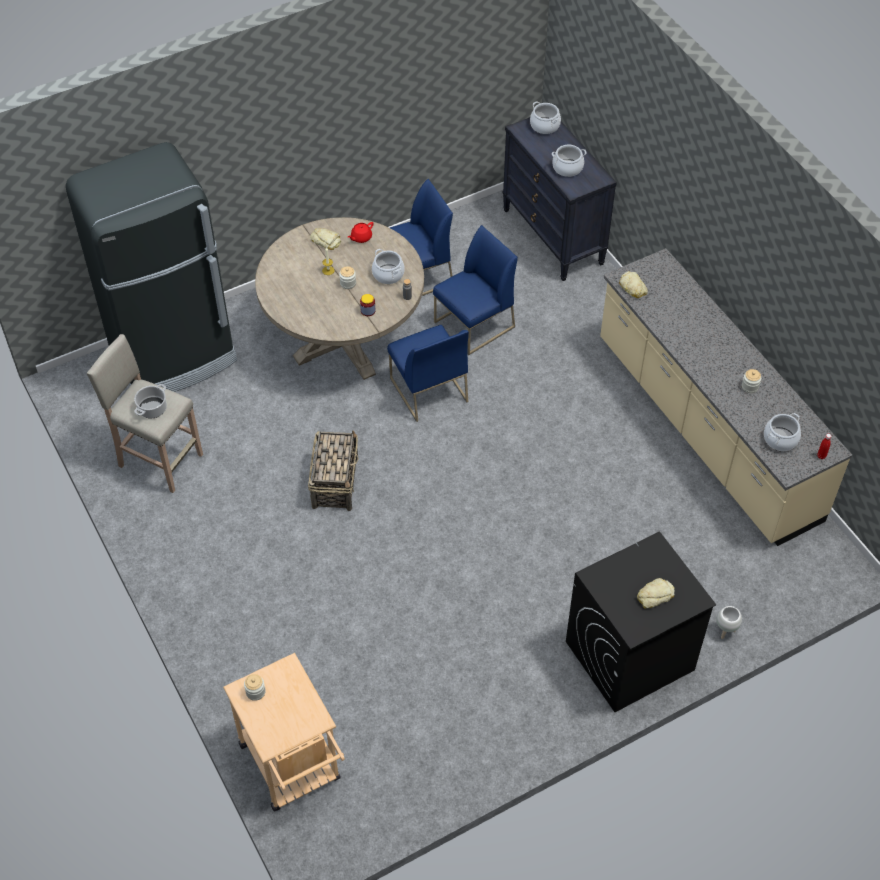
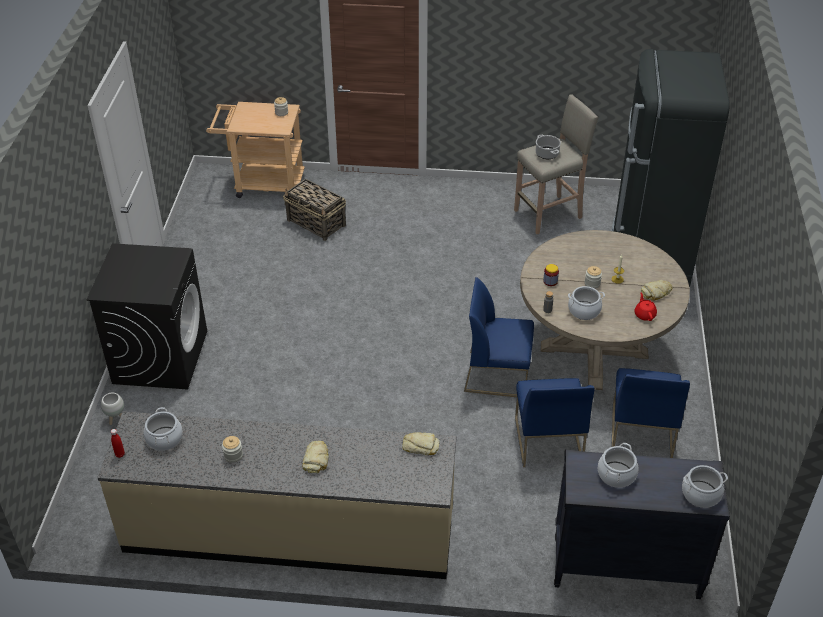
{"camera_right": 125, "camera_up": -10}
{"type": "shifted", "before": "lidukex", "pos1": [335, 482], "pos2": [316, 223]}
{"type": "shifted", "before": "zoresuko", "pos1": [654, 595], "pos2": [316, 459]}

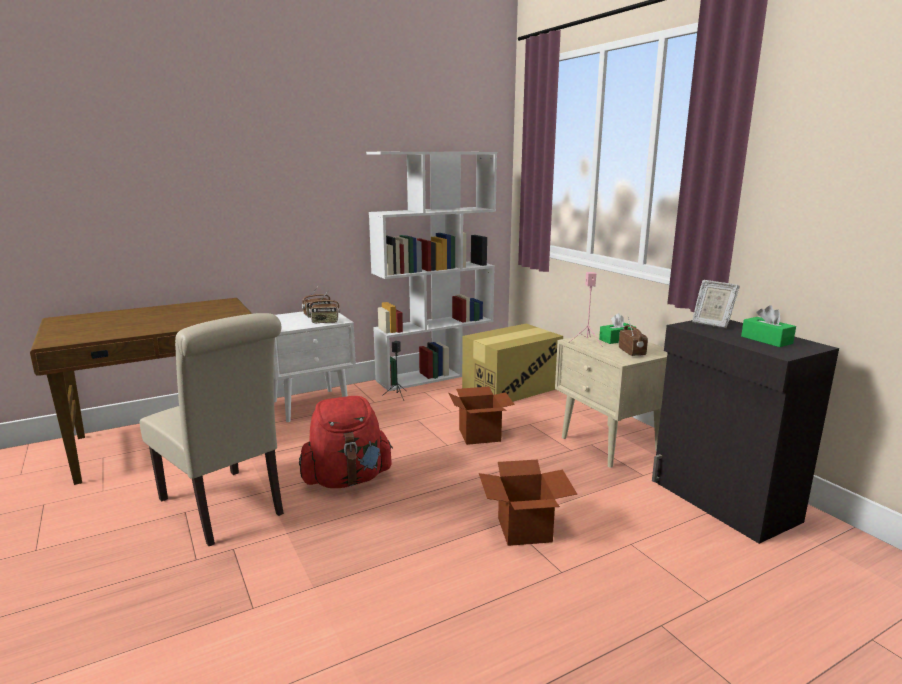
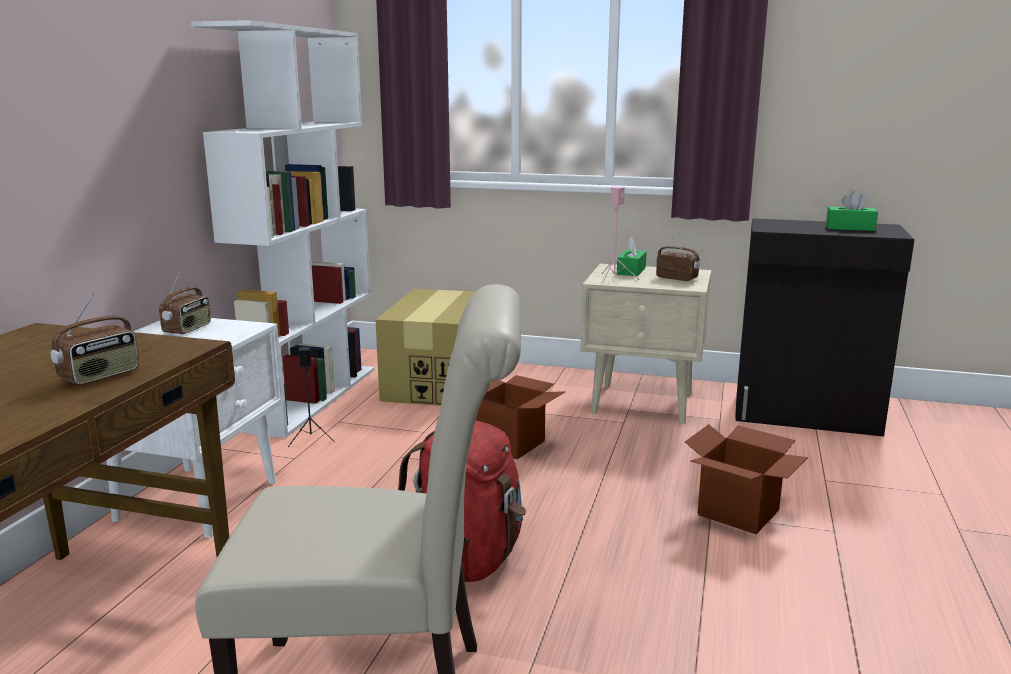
{"camera_right": -45, "camera_up": 0}
{"type": "shifted", "before": "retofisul", "pos1": [325, 322], "pos2": [100, 376]}
{"type": "gone", "before": "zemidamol", "pos1": [711, 323]}

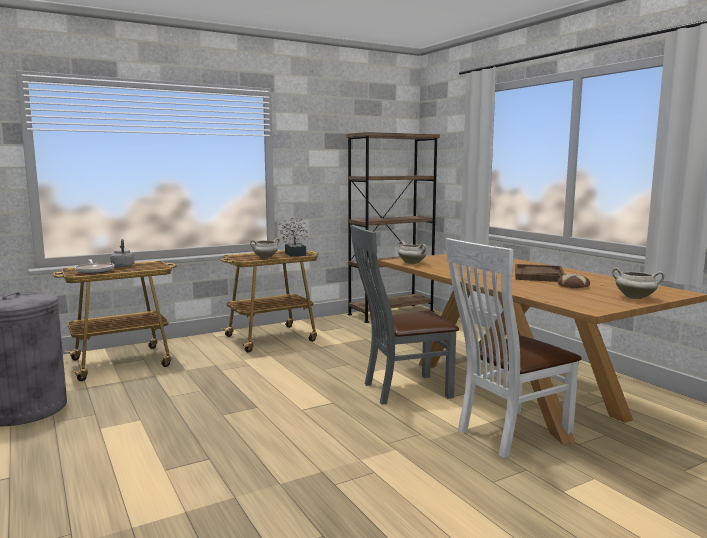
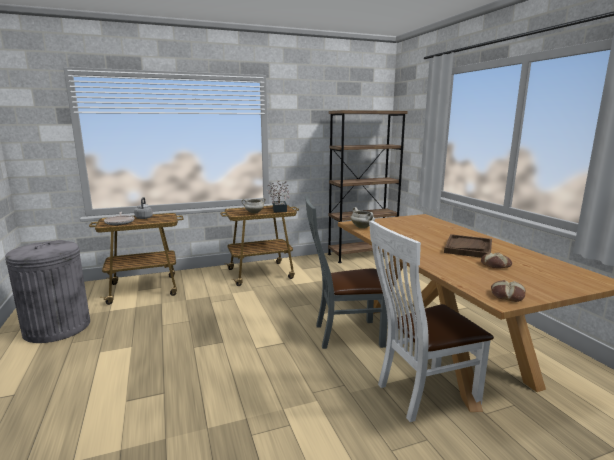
{"camera_right": 10, "camera_up": 5}
{"type": "gone", "before": "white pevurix", "pos1": [635, 298]}
{"type": "new", "after": "zoresuko", "pos2": [507, 295]}

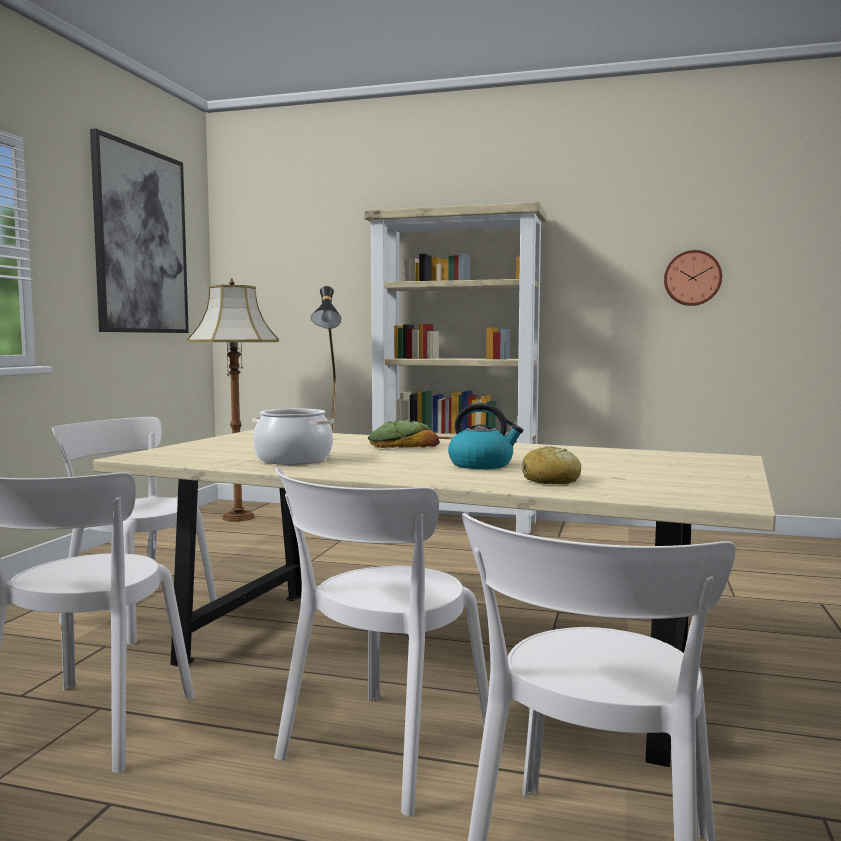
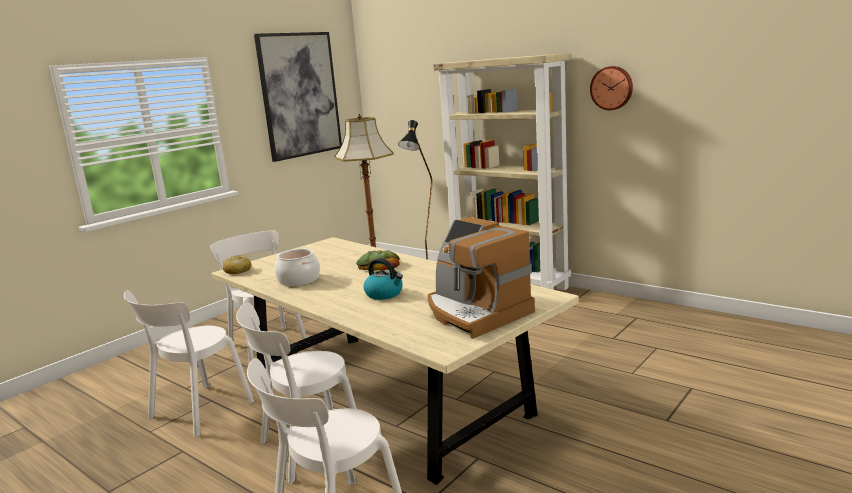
{"camera_right": 25, "camera_up": 10}
{"type": "shifted", "before": "zoresuko", "pos1": [551, 480], "pos2": [237, 271]}
{"type": "shifted", "before": "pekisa", "pos1": [692, 278], "pos2": [612, 88]}
{"type": "new", "after": "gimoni", "pos2": [475, 313]}

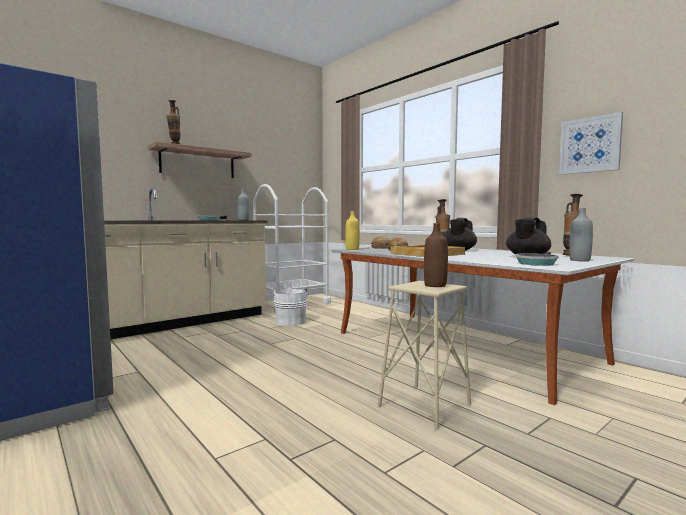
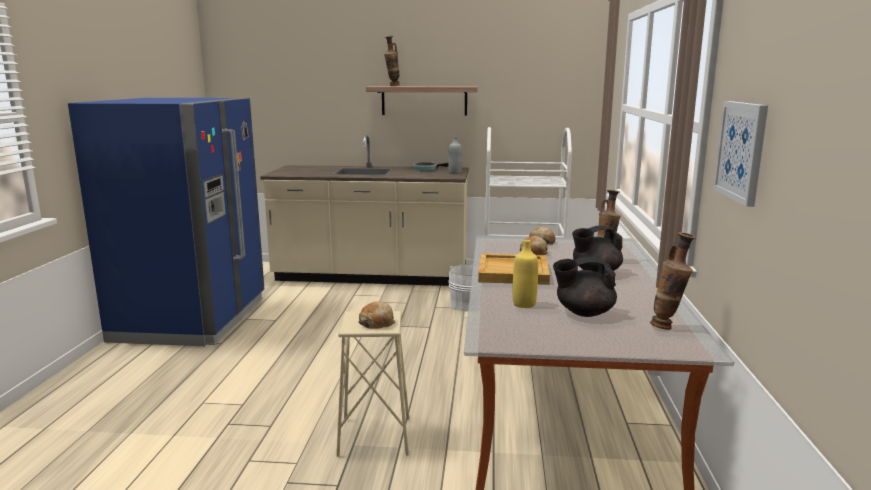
{"camera_right": 45, "camera_up": 10}
{"type": "shifted", "before": "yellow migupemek", "pos1": [352, 249], "pos2": [524, 304]}
{"type": "swapped", "before": "brown migupemek", "after": "zoresuko", "pos1": [435, 285], "pos2": [377, 323]}
{"type": "gone", "before": "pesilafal", "pos1": [536, 263]}
{"type": "gone", "before": "grey migupemek", "pos1": [579, 260]}

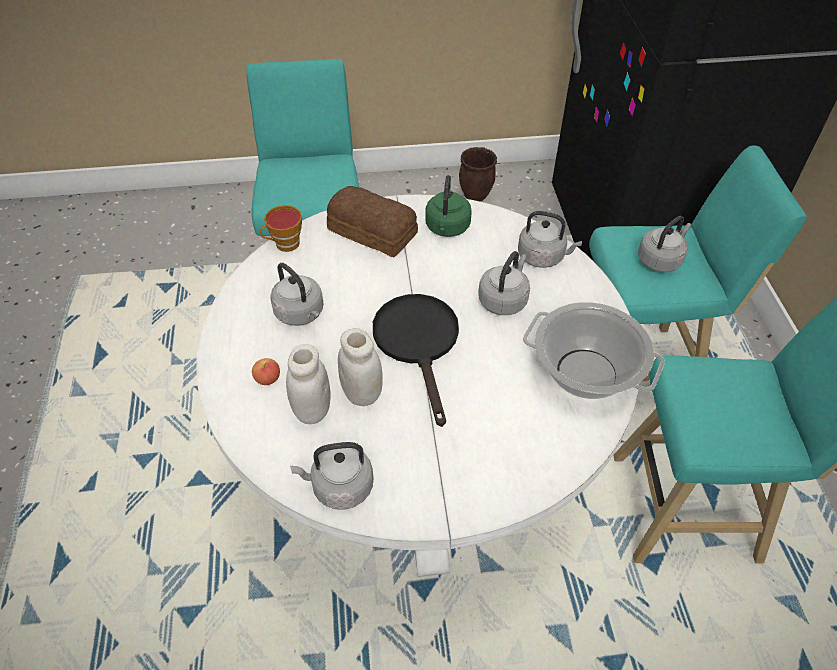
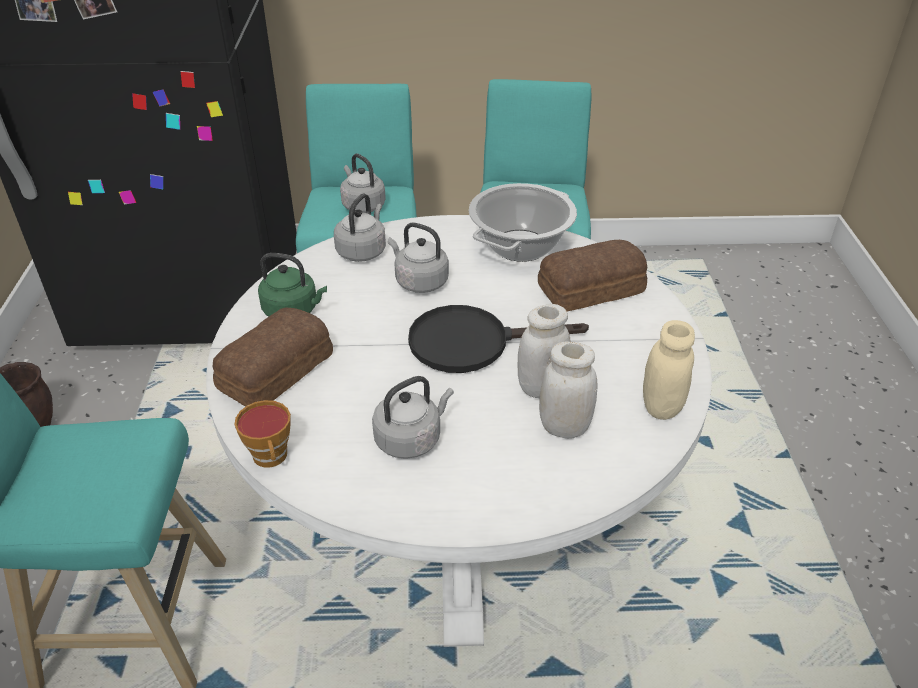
{"camera_right": -85, "camera_up": -10}
{"type": "gone", "before": "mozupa", "pos1": [267, 379]}
{"type": "swapped", "before": "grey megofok", "after": "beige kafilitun", "pos1": [339, 487], "pos2": [661, 407]}
{"type": "new", "after": "zoresuko", "pos2": [593, 290]}

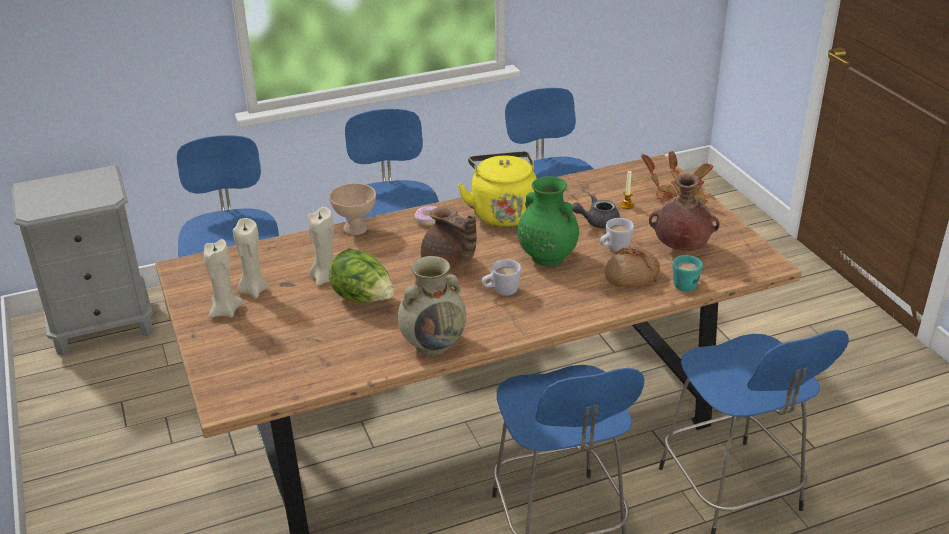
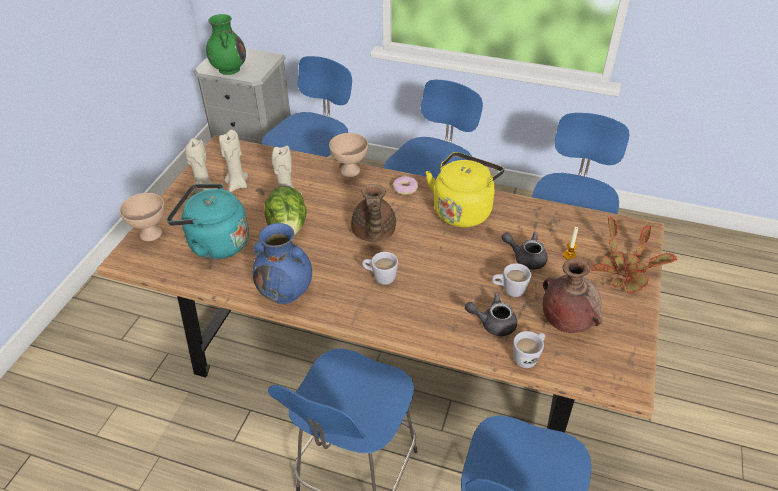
{"camera_right": 40, "camera_up": 10}
{"type": "repainted", "before": "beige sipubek", "after": "blue sipubek", "pos1": [434, 343], "pos2": [286, 292]}
{"type": "shifted", "before": "green sipubek", "pos1": [546, 257], "pos2": [229, 69]}
{"type": "swapped", "before": "zoresuko", "after": "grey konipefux", "pos1": [631, 276], "pos2": [492, 323]}
{"type": "repainted", "before": "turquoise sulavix", "after": "white sulavix", "pos1": [684, 283], "pos2": [528, 357]}
{"type": "new", "after": "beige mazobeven", "pos2": [150, 233]}
{"type": "new", "after": "turquoise megofok", "pos2": [215, 243]}

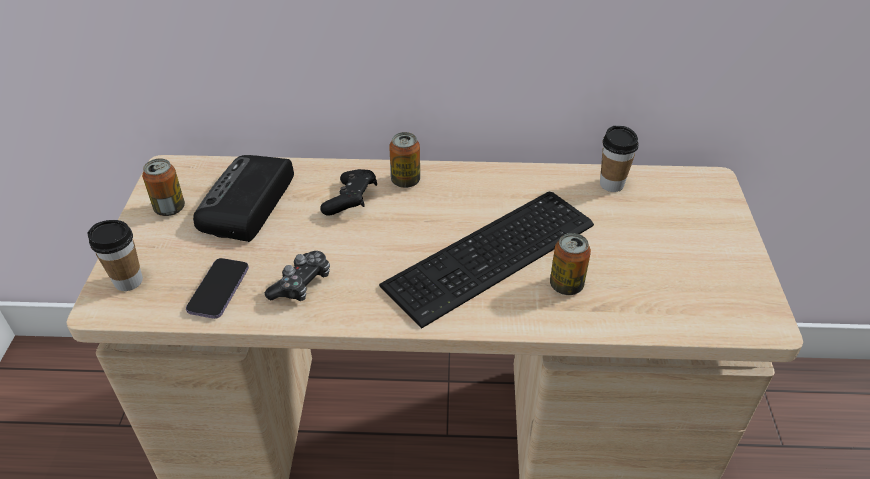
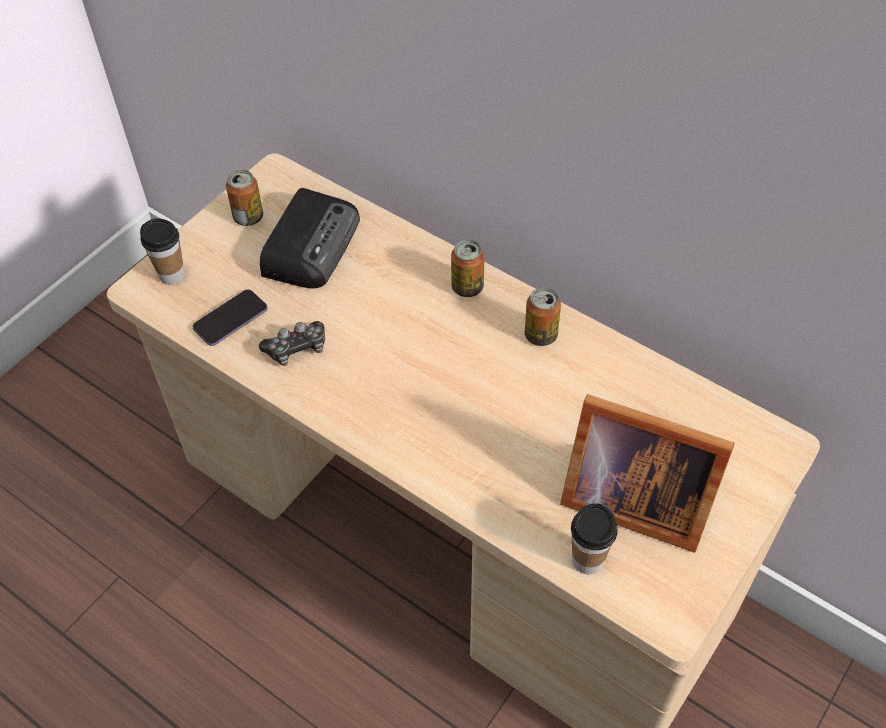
{"camera_right": 35, "camera_up": 10}
{"type": "rotated", "before": "retofisul", "pos1": [246, 204], "pos2": [311, 244], "turn": 150}
{"type": "gone", "before": "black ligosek", "pos1": [351, 201]}
{"type": "gone", "before": "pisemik", "pos1": [495, 255]}
{"type": "shifted", "before": "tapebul", "pos1": [566, 285], "pos2": [540, 335]}
{"type": "shifted", "before": "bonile", "pos1": [611, 184], "pos2": [587, 560]}
{"type": "new", "after": "zemidamol", "pos2": [630, 498]}

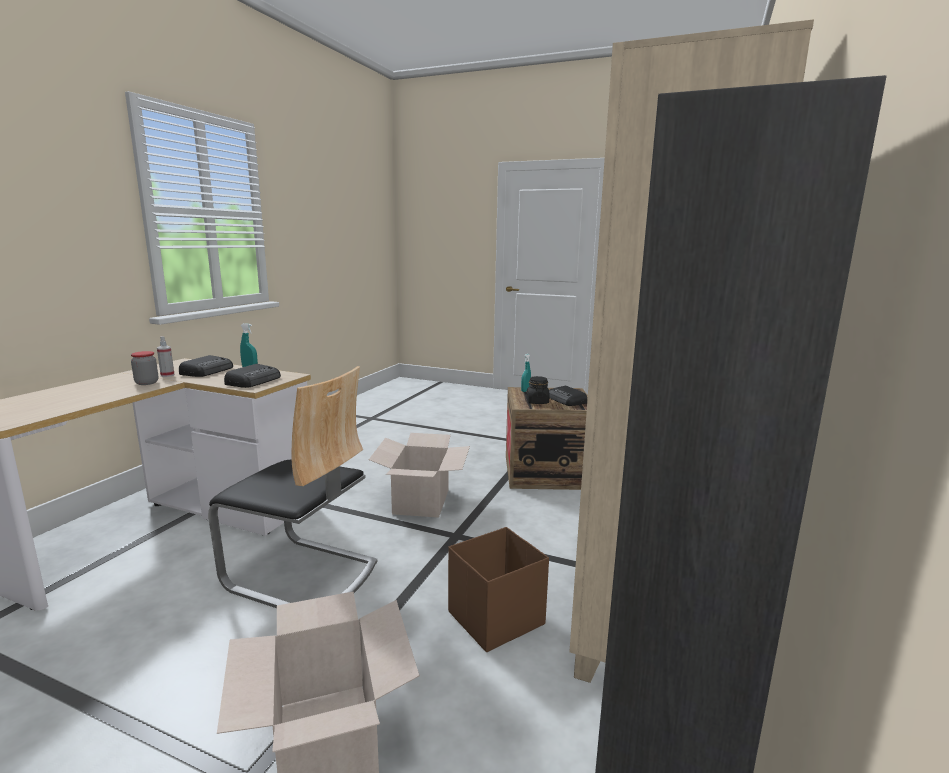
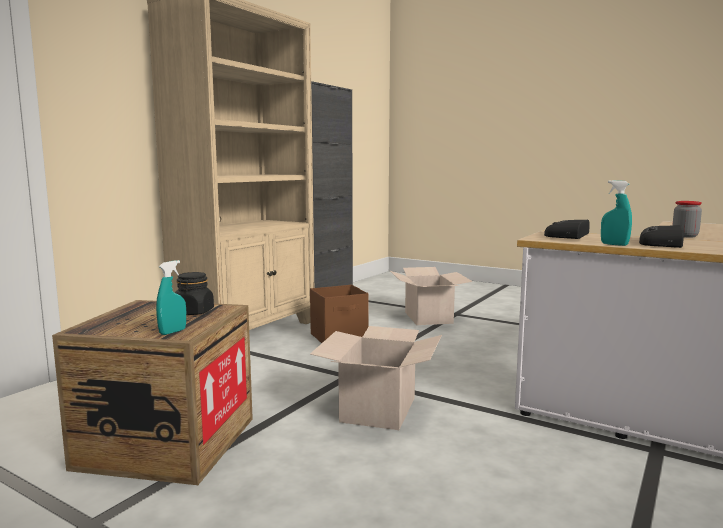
{"camera_right": -170, "camera_up": -5}
{"type": "gone", "before": "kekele", "pos1": [167, 375]}
{"type": "gone", "before": "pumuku", "pos1": [302, 575]}
{"type": "gone", "before": "retofisul", "pos1": [566, 400]}

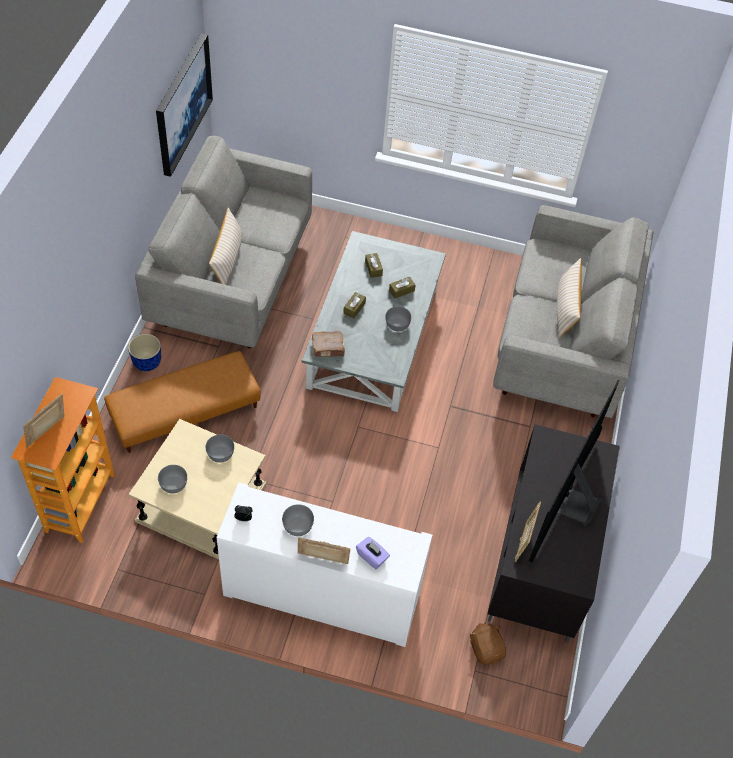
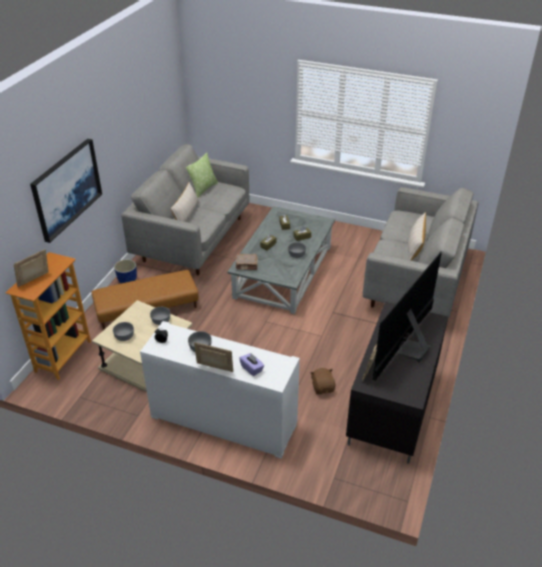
{"camera_right": 10, "camera_up": -15}
{"type": "shifted", "before": "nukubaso", "pos1": [182, 104], "pos2": [66, 189]}
{"type": "shifted", "before": "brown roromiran", "pos1": [486, 649], "pos2": [323, 387]}
{"type": "new", "after": "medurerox", "pos2": [203, 189]}

